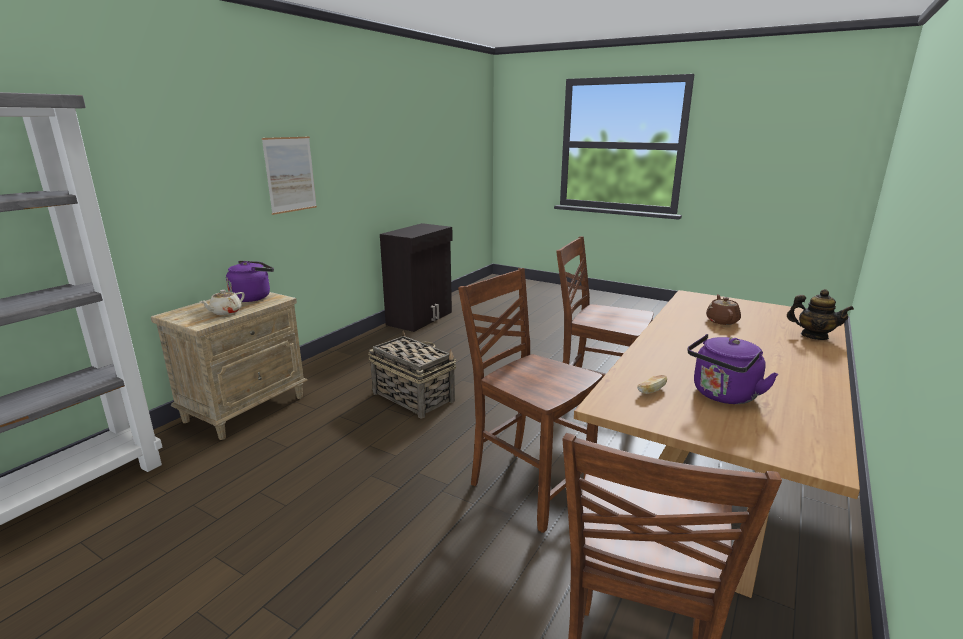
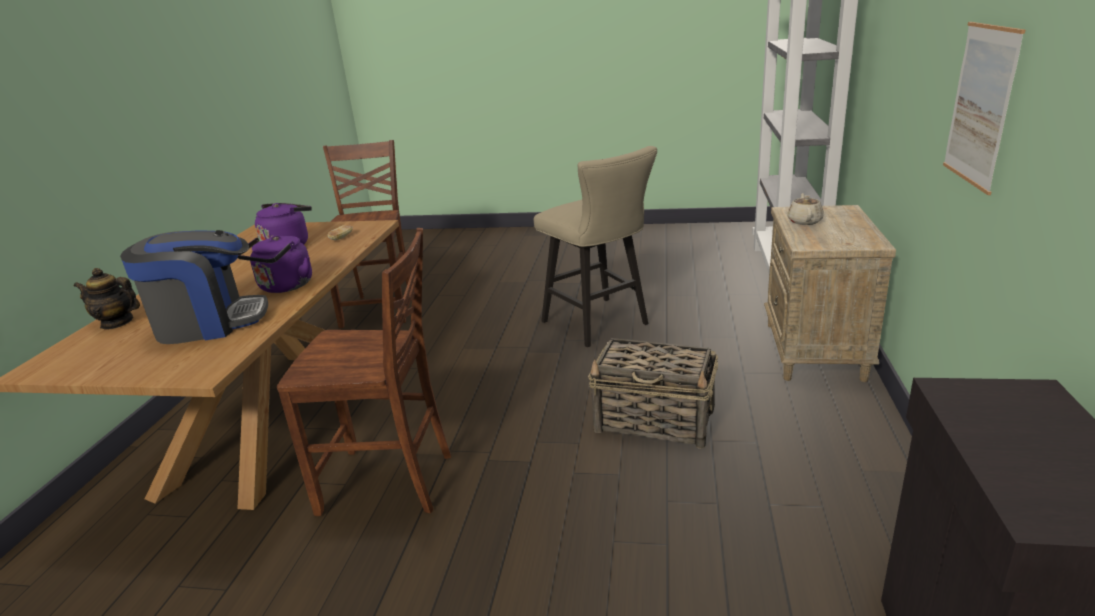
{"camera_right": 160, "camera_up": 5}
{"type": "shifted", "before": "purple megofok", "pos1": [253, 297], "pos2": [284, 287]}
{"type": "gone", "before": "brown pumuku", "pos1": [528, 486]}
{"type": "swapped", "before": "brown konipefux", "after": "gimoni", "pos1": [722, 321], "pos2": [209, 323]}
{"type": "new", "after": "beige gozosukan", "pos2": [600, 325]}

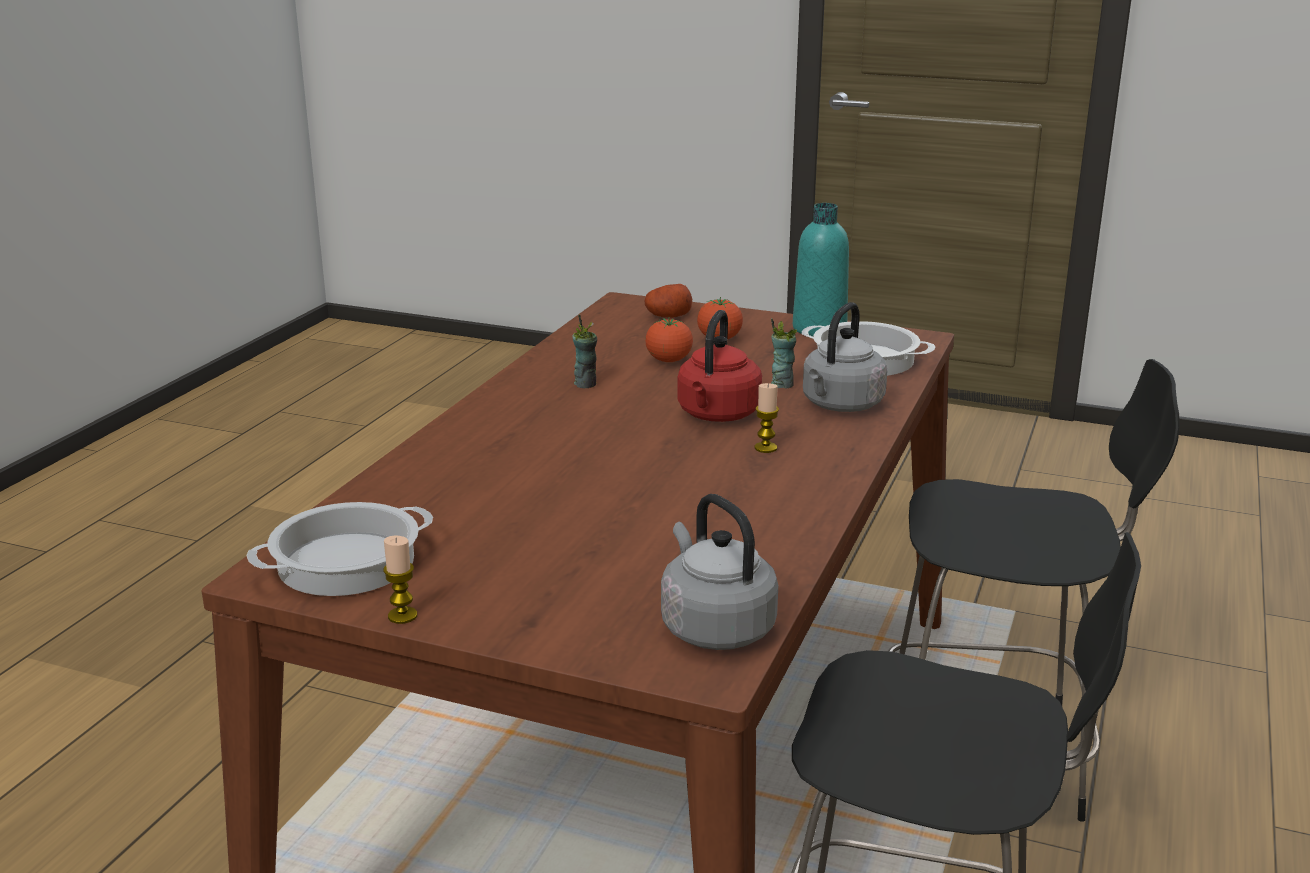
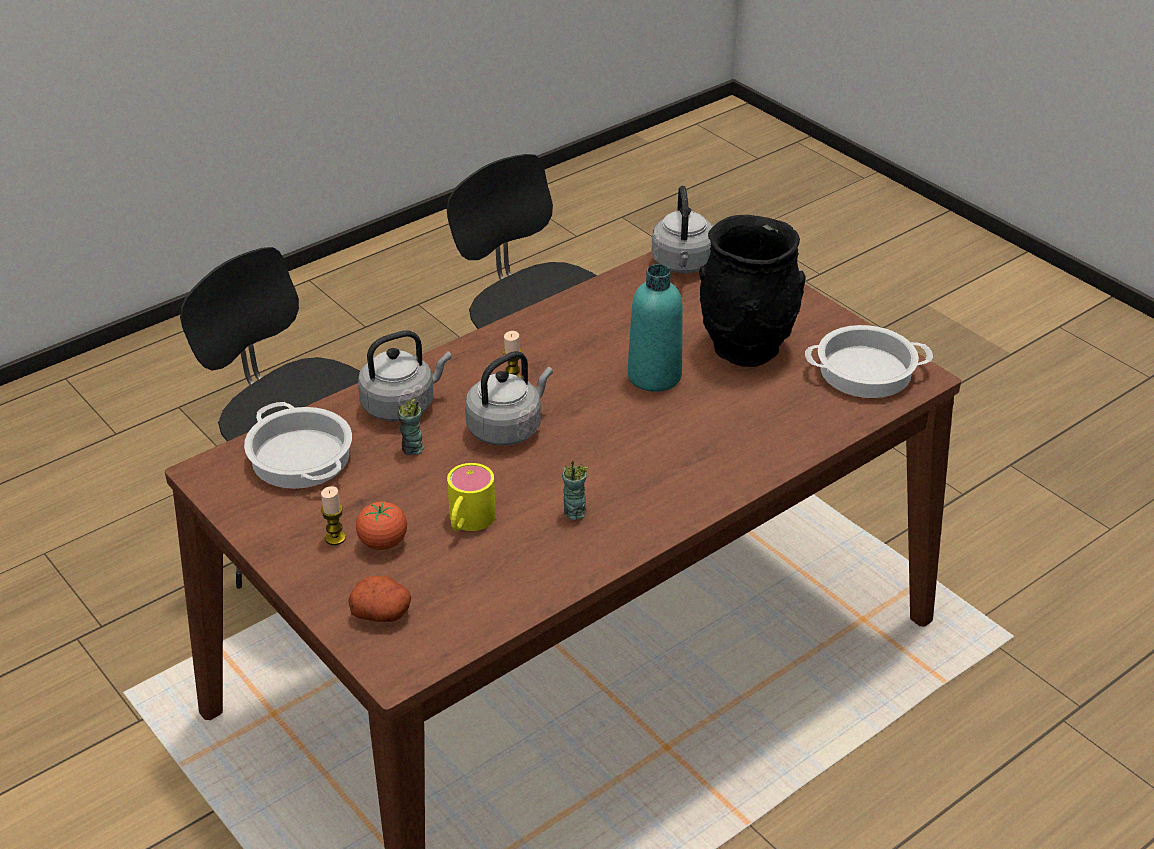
{"camera_right": -150, "camera_up": 15}
{"type": "shifted", "before": "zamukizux", "pos1": [402, 616], "pos2": [335, 538]}
{"type": "swapped", "before": "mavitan", "after": "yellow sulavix", "pos1": [669, 361], "pos2": [468, 522]}
{"type": "repainted", "before": "red megofok", "after": "grey megofok", "pos1": [717, 415], "pos2": [507, 428]}
{"type": "shifted", "before": "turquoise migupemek", "pos1": [819, 329], "pos2": [654, 376]}
{"type": "new", "after": "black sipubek", "pos2": [747, 347]}

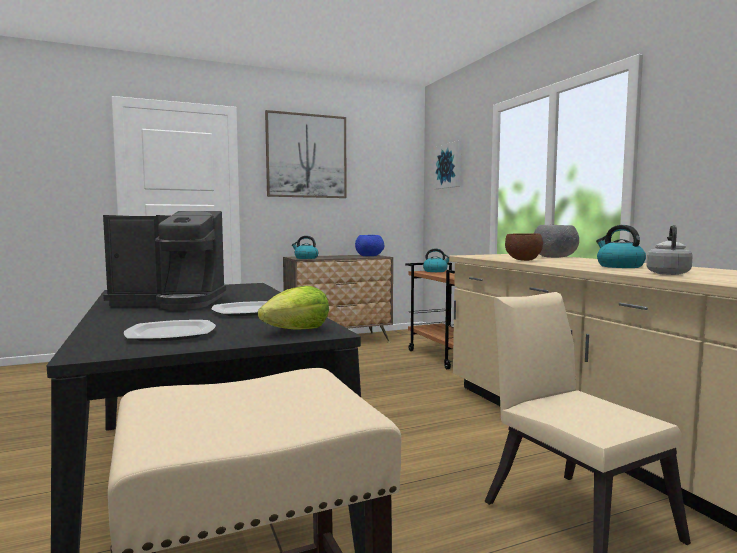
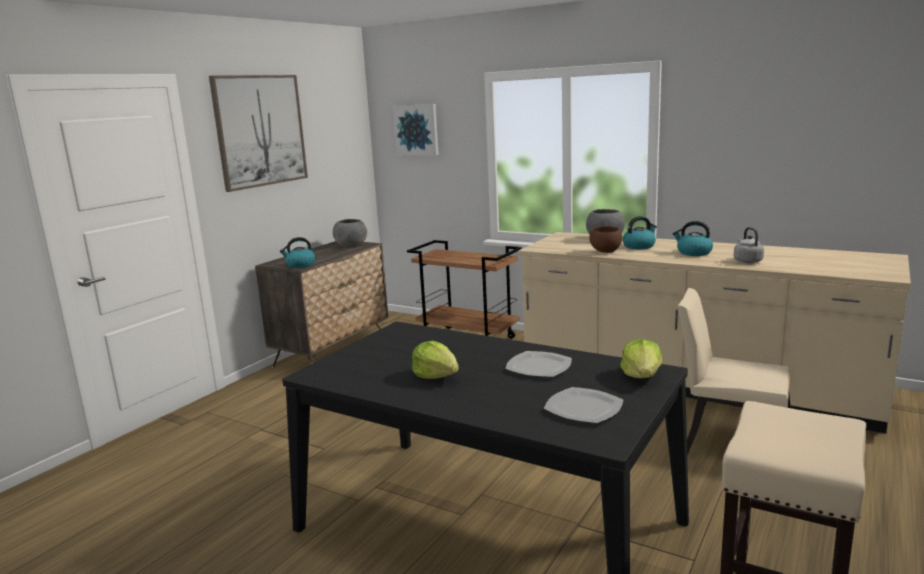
{"camera_right": -35, "camera_up": 10}
{"type": "swapped", "before": "gimoni", "after": "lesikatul", "pos1": [171, 302], "pos2": [436, 375]}
{"type": "repainted", "before": "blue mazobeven", "after": "grey mazobeven", "pos1": [370, 256], "pos2": [351, 245]}
{"type": "shifted", "before": "megofok", "pos1": [435, 271], "pos2": [639, 246]}

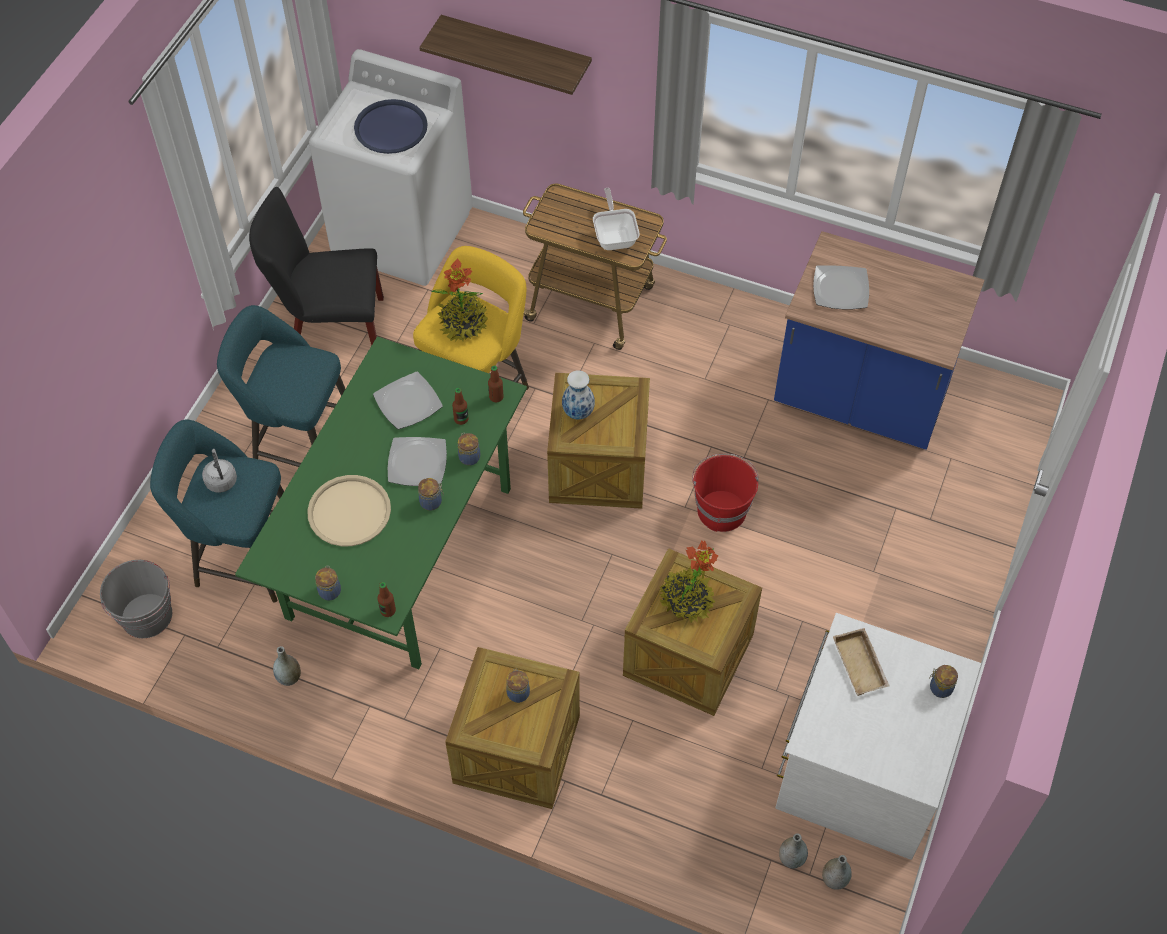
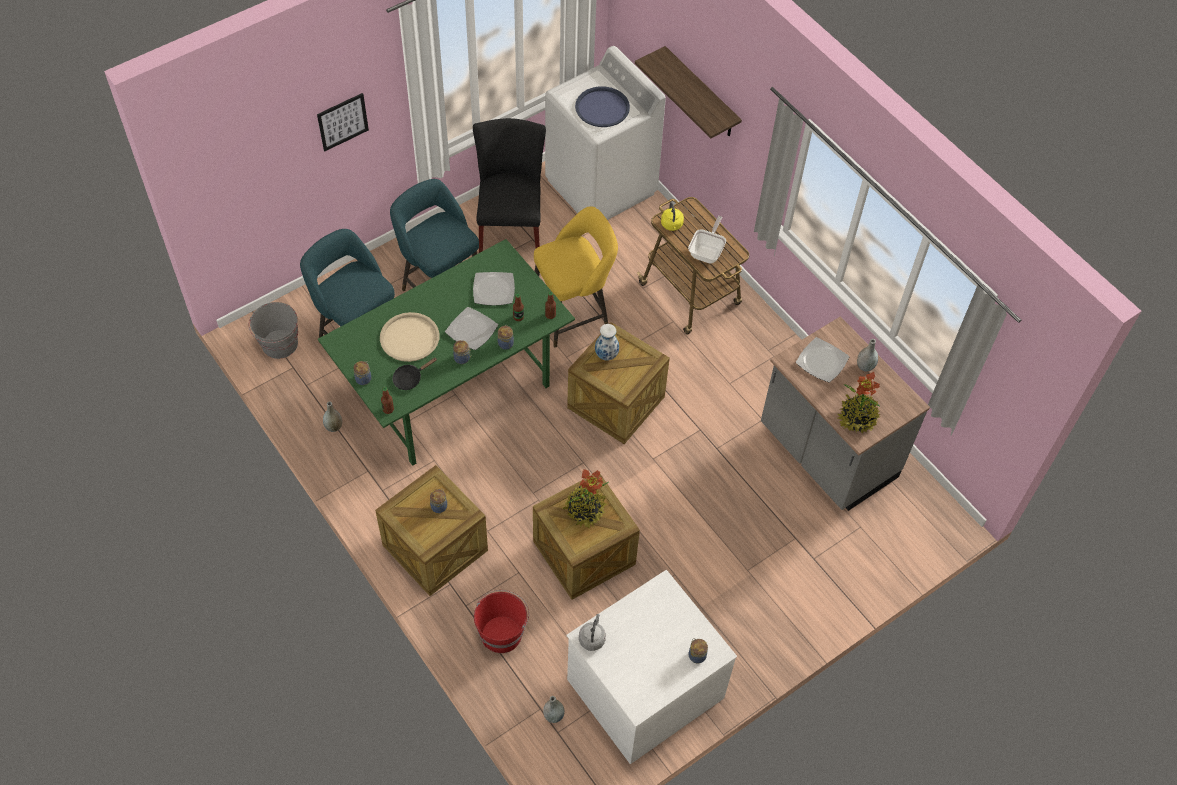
{"camera_right": 30, "camera_up": 0}
{"type": "shifted", "before": "grey megofok", "pos1": [221, 480], "pos2": [592, 638]}
{"type": "rotated", "before": "black pumuku", "pos1": [330, 330], "pos2": [510, 225], "turn": 60}
{"type": "shifted", "before": "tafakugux", "pos1": [463, 324], "pos2": [857, 418]}
{"type": "shifted", "before": "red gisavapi", "pos1": [721, 509], "pos2": [501, 633]}
{"type": "repainted", "before": "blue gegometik", "after": "grey gegometik", "pos1": [860, 400], "pos2": [826, 454]}
{"type": "shifted", "before": "grey sipubek", "pos1": [834, 879], "pos2": [865, 366]}
{"type": "gone", "before": "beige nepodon", "pos1": [861, 665]}
{"type": "new", "after": "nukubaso", "pos2": [342, 121]}
{"type": "new", "after": "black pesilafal", "pos2": [410, 378]}
{"type": "new", "after": "yellow megofok", "pos2": [672, 225]}

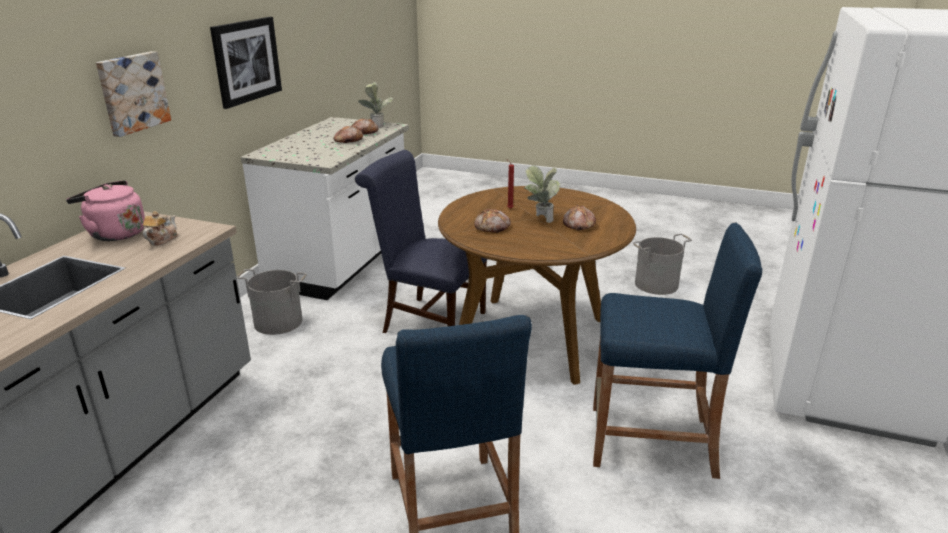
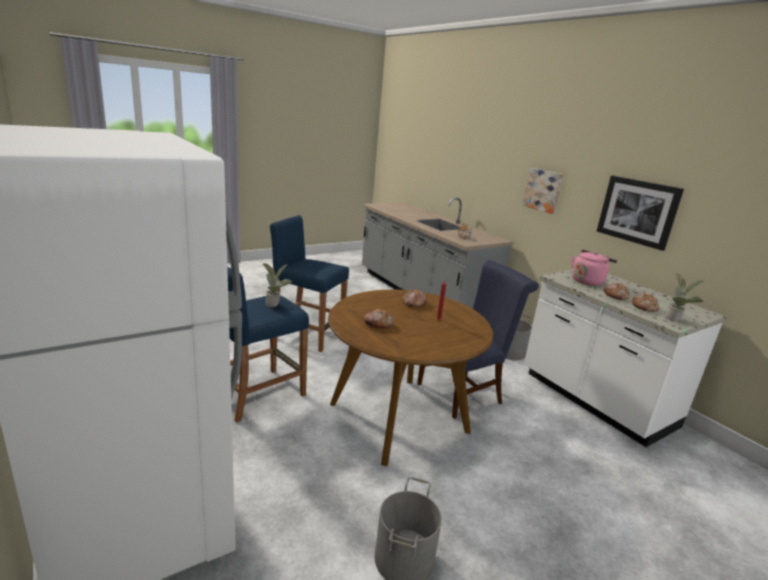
{"camera_right": 125, "camera_up": -5}
{"type": "shifted", "before": "pink megofok", "pos1": [114, 234], "pos2": [588, 281]}
{"type": "shifted", "before": "tafakugux", "pos1": [540, 219], "pos2": [276, 304]}

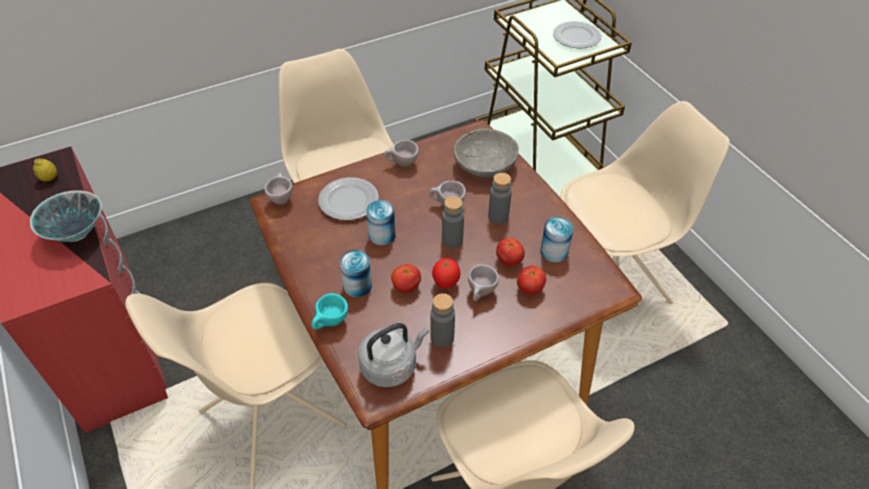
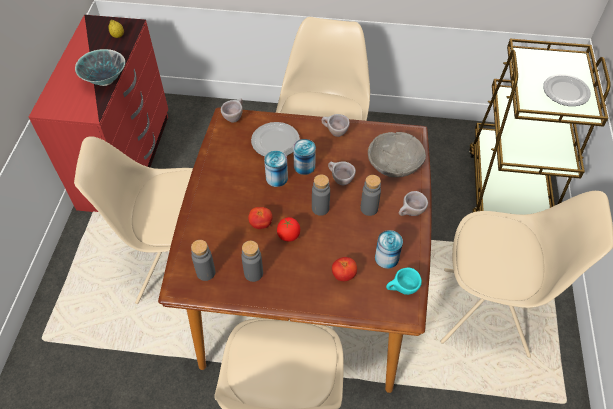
{"camera_right": 35, "camera_up": 5}
{"type": "shifted", "before": "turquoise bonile", "pos1": [330, 324], "pos2": [401, 290]}
{"type": "shifted", "before": "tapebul", "pos1": [357, 285], "pos2": [304, 166]}
{"type": "swapped", "before": "grey megofok", "after": "grey migupemek", "pos1": [391, 366], "pos2": [206, 272]}
{"type": "shifted", "before": "beige bonile", "pos1": [481, 294], "pos2": [410, 214]}
{"type": "gone", "before": "mavitan", "pos1": [509, 260]}

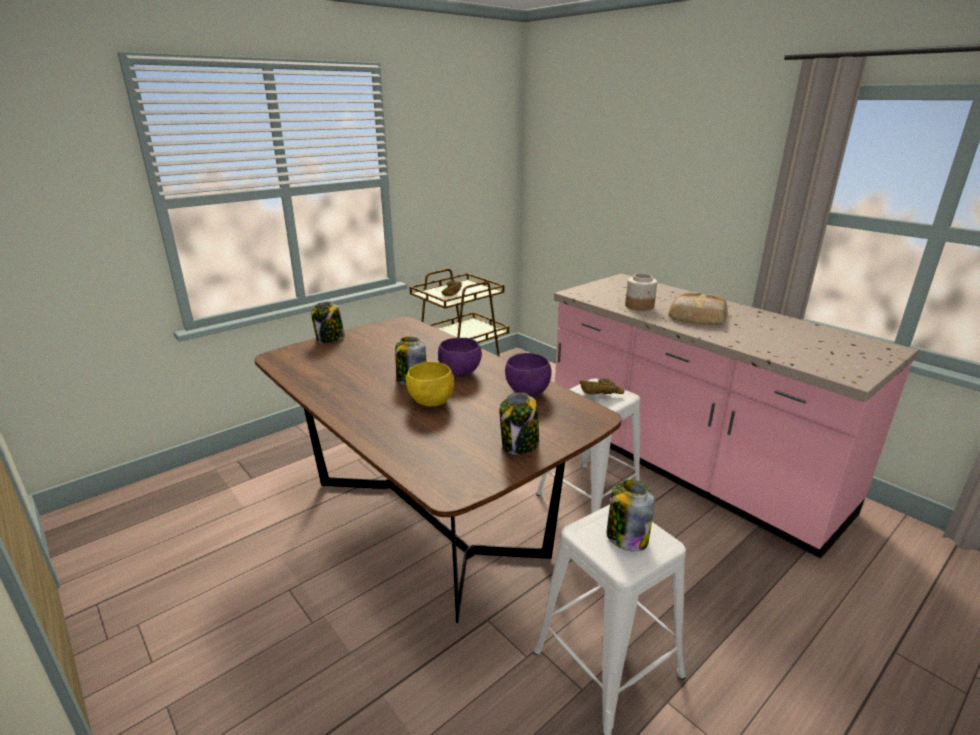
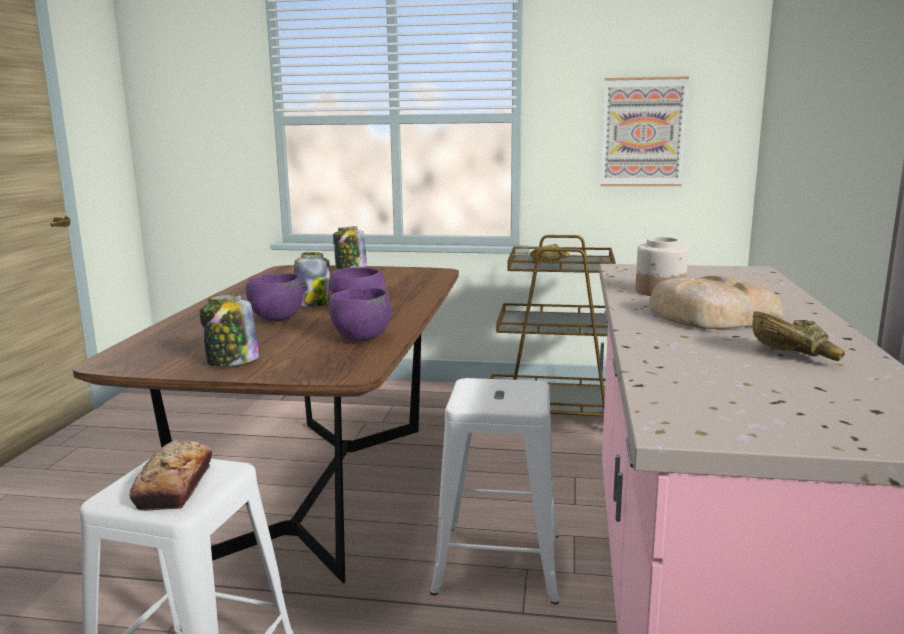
{"camera_right": 50, "camera_up": -10}
{"type": "repainted", "before": "yellow mazobeven", "after": "purple mazobeven", "pos1": [431, 402], "pos2": [276, 319]}
{"type": "shifted", "before": "brown mazobeven", "pos1": [600, 394], "pos2": [796, 355]}
{"type": "swapped", "before": "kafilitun", "after": "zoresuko", "pos1": [626, 537], "pos2": [174, 485]}
{"type": "new", "after": "nukubaso", "pos2": [643, 132]}

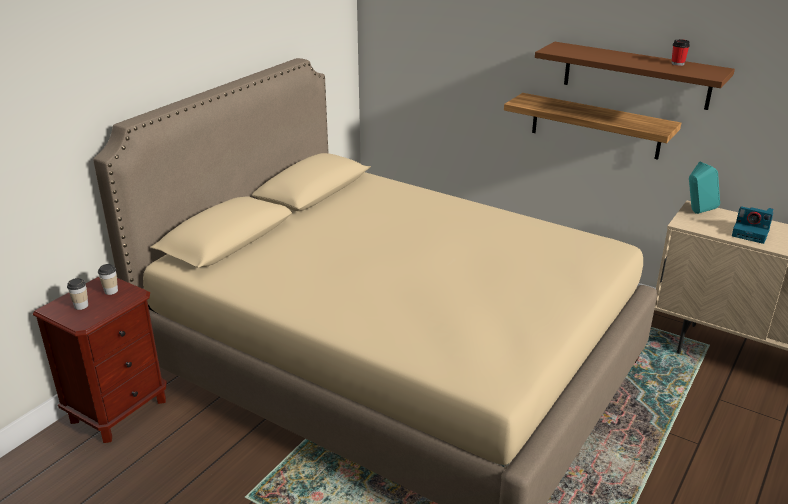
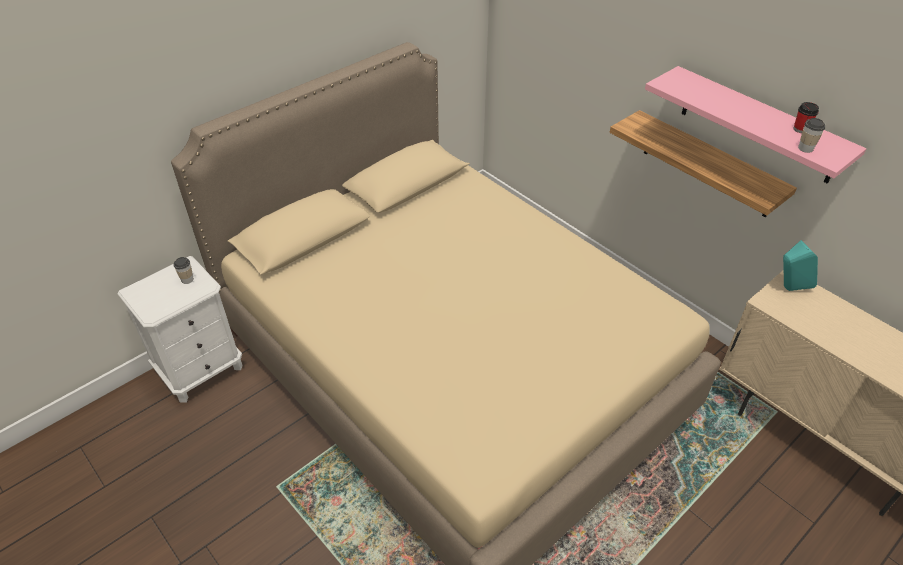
{"camera_right": 15, "camera_up": 15}
{"type": "repainted", "before": "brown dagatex", "after": "white dagatex", "pos1": [119, 410], "pos2": [201, 370]}
{"type": "shifted", "before": "bonile", "pos1": [81, 306], "pos2": [805, 148]}
{"type": "repainted", "before": "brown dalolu", "after": "pink dalolu", "pos1": [636, 75], "pos2": [757, 125]}
{"type": "gone", "before": "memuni", "pos1": [751, 233]}

